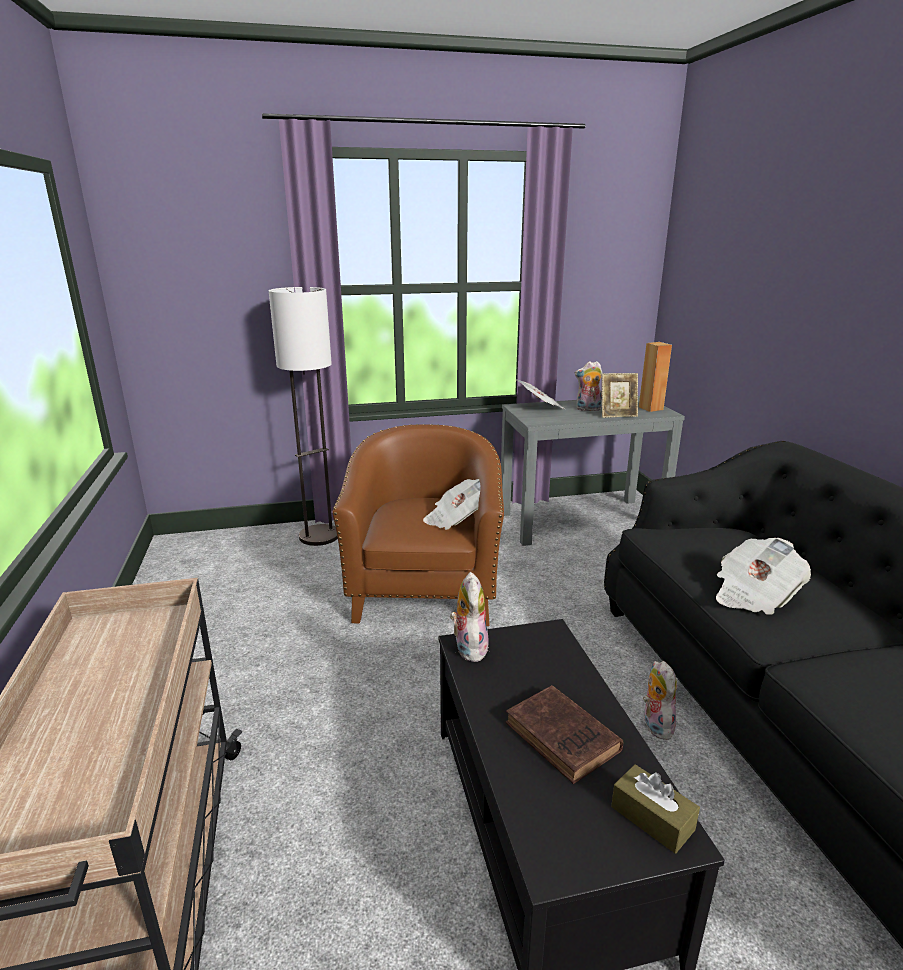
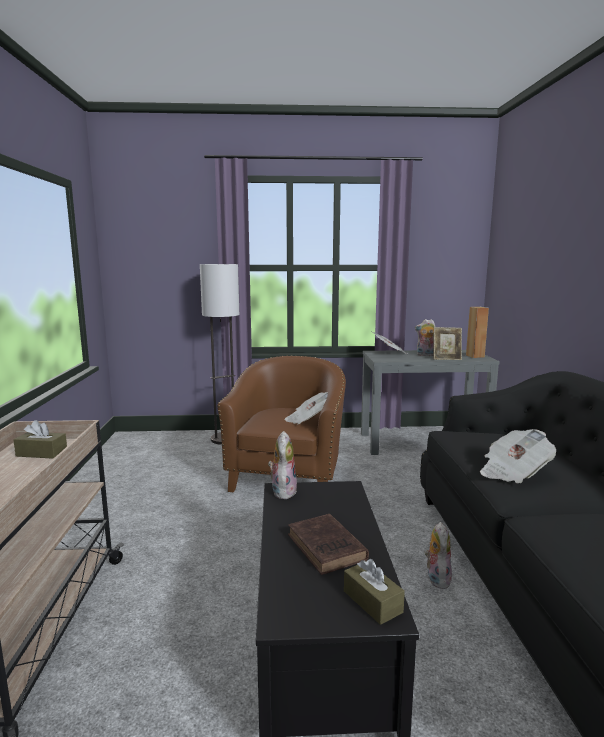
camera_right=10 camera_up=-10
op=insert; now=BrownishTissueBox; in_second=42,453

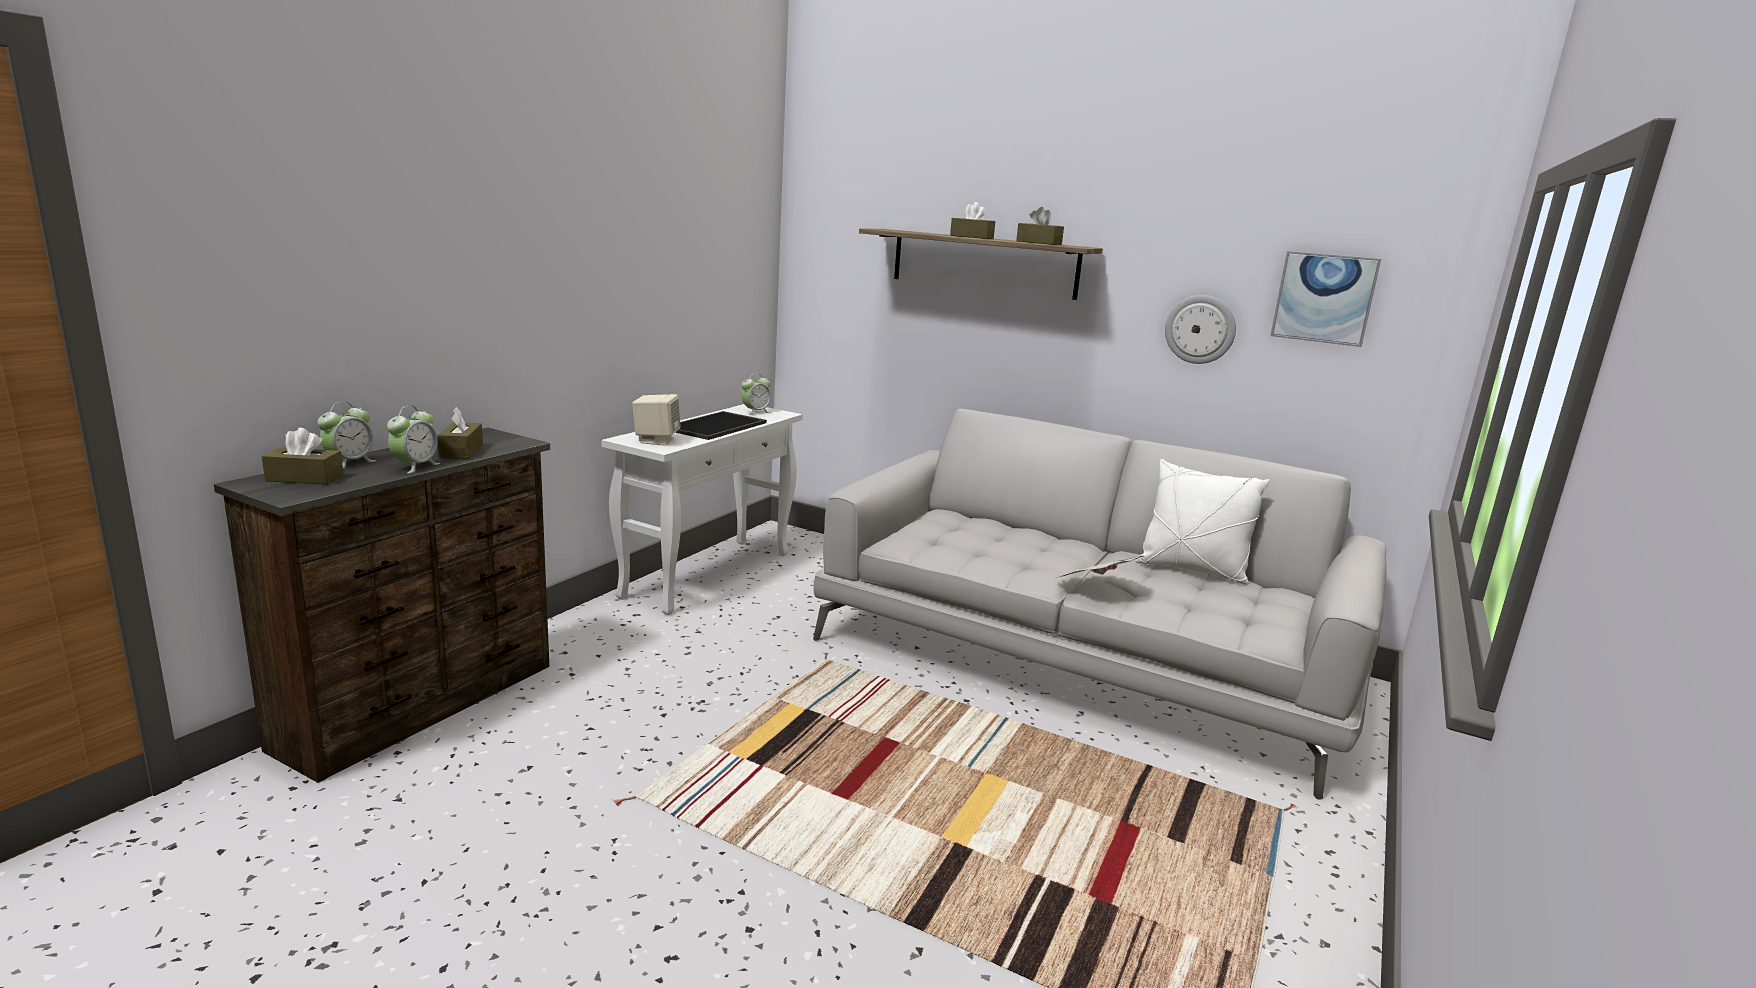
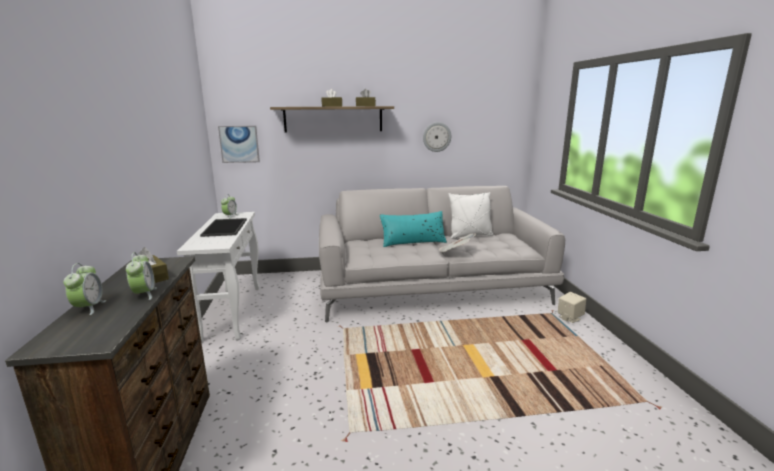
camera_right=-35 camera_up=0
op=move; was=Picture; in_first=1324,298; in_second=239,144
op=move; was=BeigeColouredLoudspeaker; in_first=656,440; in_second=569,318
op=delete; was=BrownishTissueBox; in_first=305,478
op=insert; now=TurquoiseThrowPillow; in_second=413,242

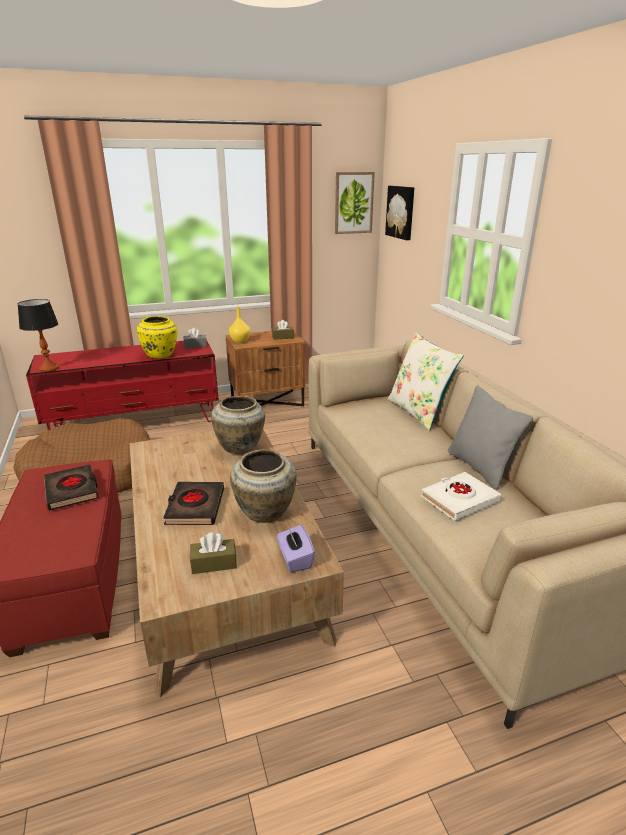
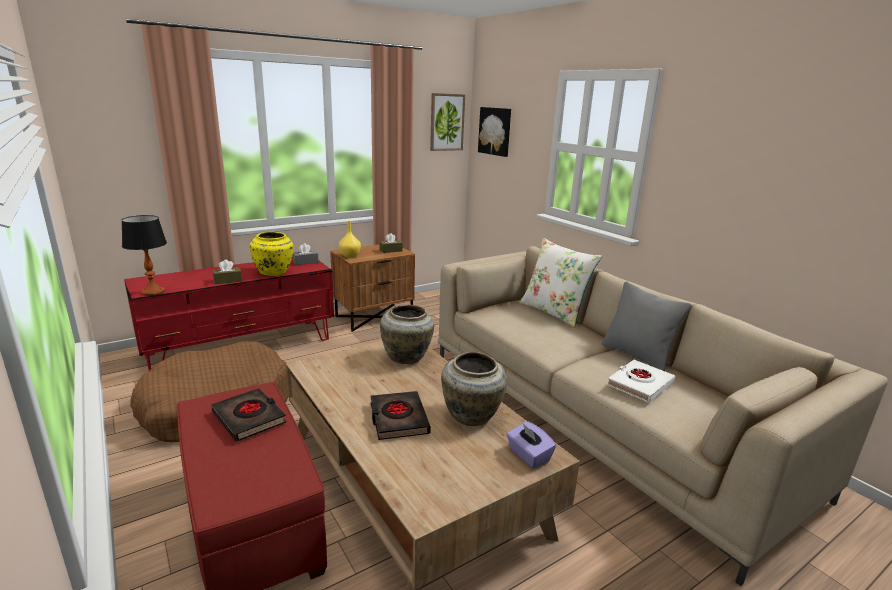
camera_right=-15 camera_up=-5
op=move; was=BrownishTissueBox; in_first=214,563; in_second=228,280

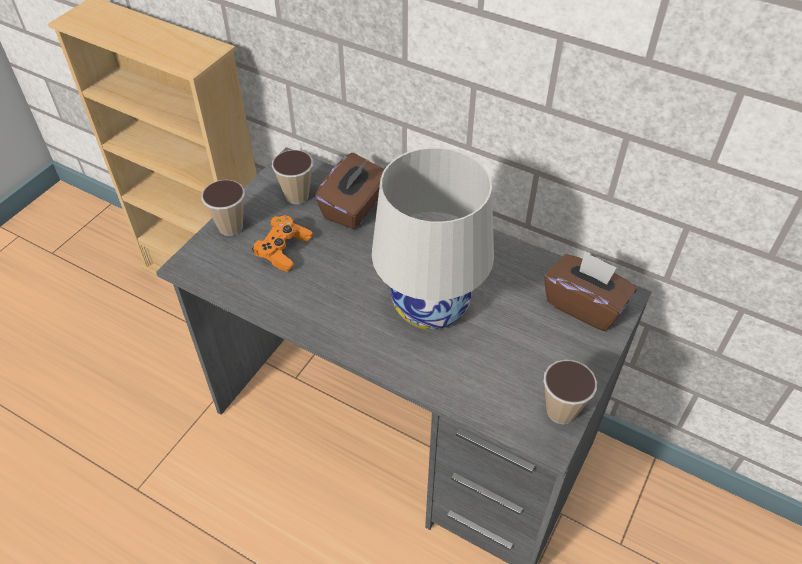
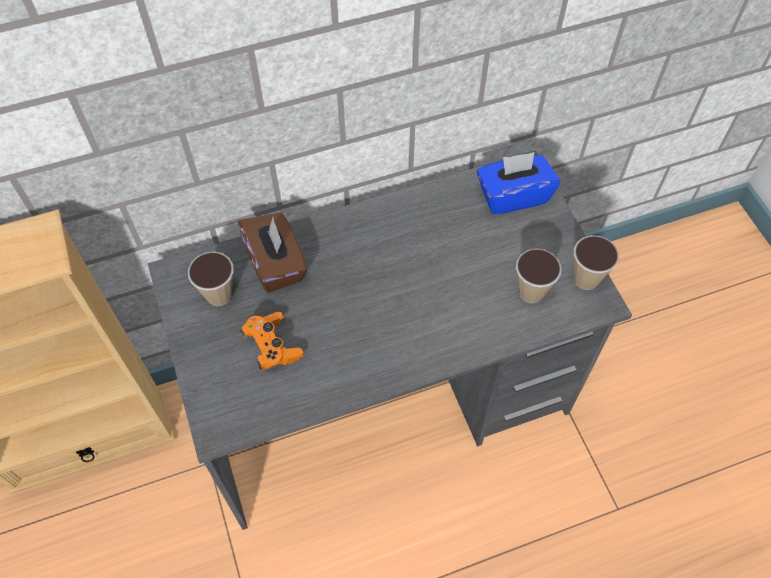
camera_right=-50 camera_up=10
op=delete; was=WhiteColouredLampForATable; in_first=430,307
op=move; was=DrinkingCup; in_first=230,227; in_second=531,292
op=recolor; was=BrownishTissueBox; now=BluishTissueBox; in_first=584,305; in_second=513,196

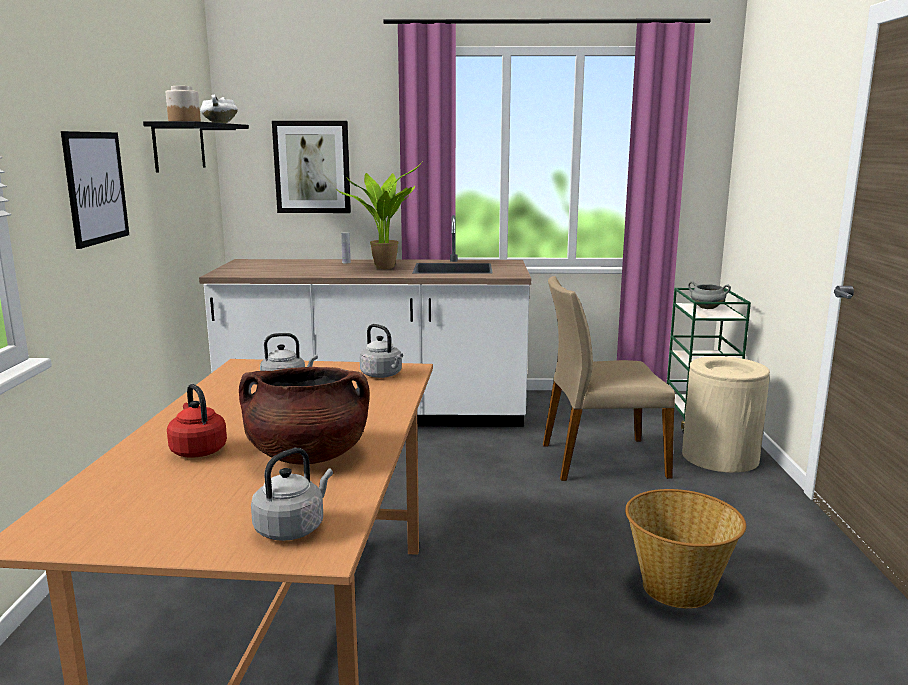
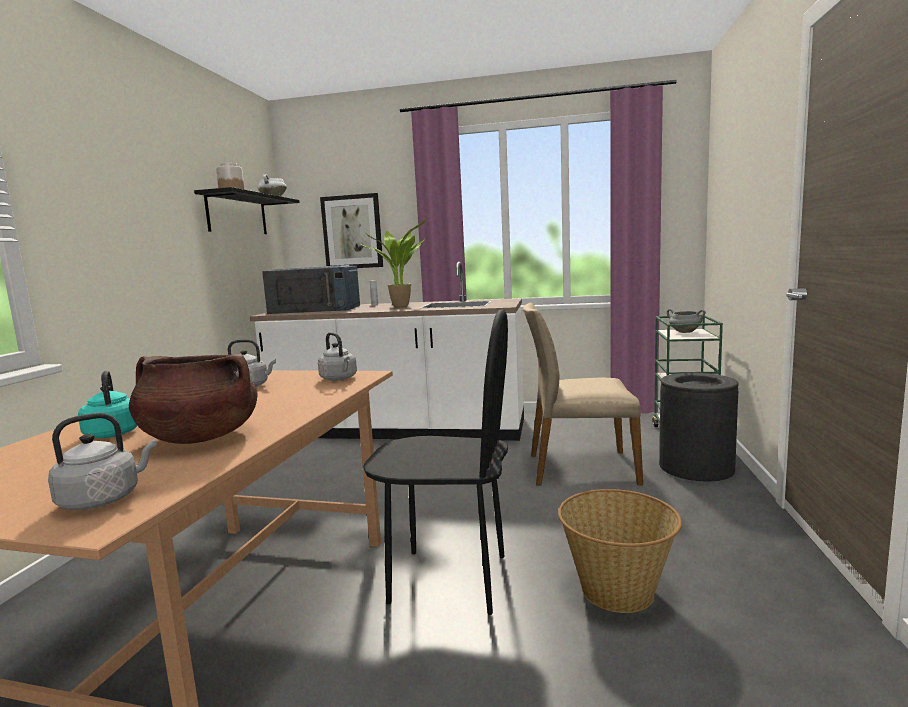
camera_right=10 camera_up=-5
op=delete; was=Picture; in_first=96,187
op=recolor; was=BeigeColouredRubbishBin; now=BlackColouredRubbishBin; in_first=719,456; in_second=695,467
op=recolor; was=ReddishTeaKettle; now=TurquoiseTeaKettle; in_first=197,450; in_second=113,433
op=insert; now=BluishMicrowave; in_second=316,309
op=insert; now=BlackColouredUprightChair; in_second=448,579

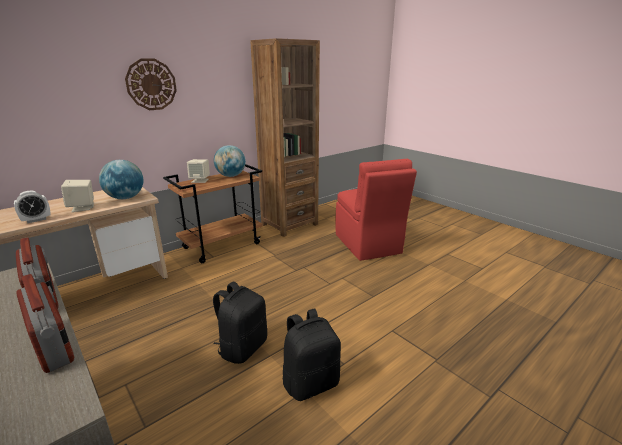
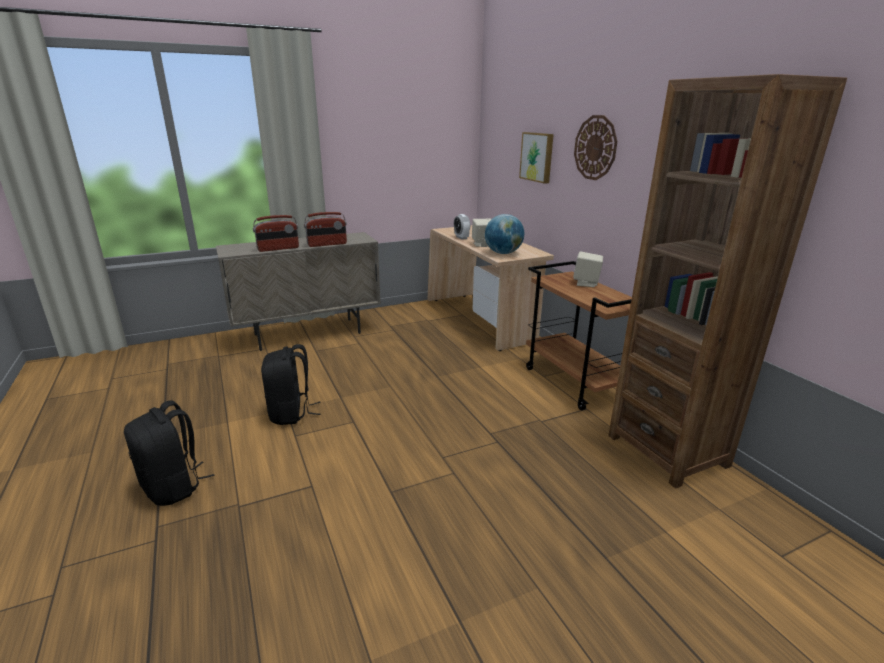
camera_right=105 camera_up=0
op=delete; was=DeskGlobe; in_first=231,176
op=delete; was=ReddishUprightChair; in_first=368,244
op=move; was=BlackColouredBackpack; in_first=242,347; in_second=173,487
op=insert; now=Picture; in_second=537,157

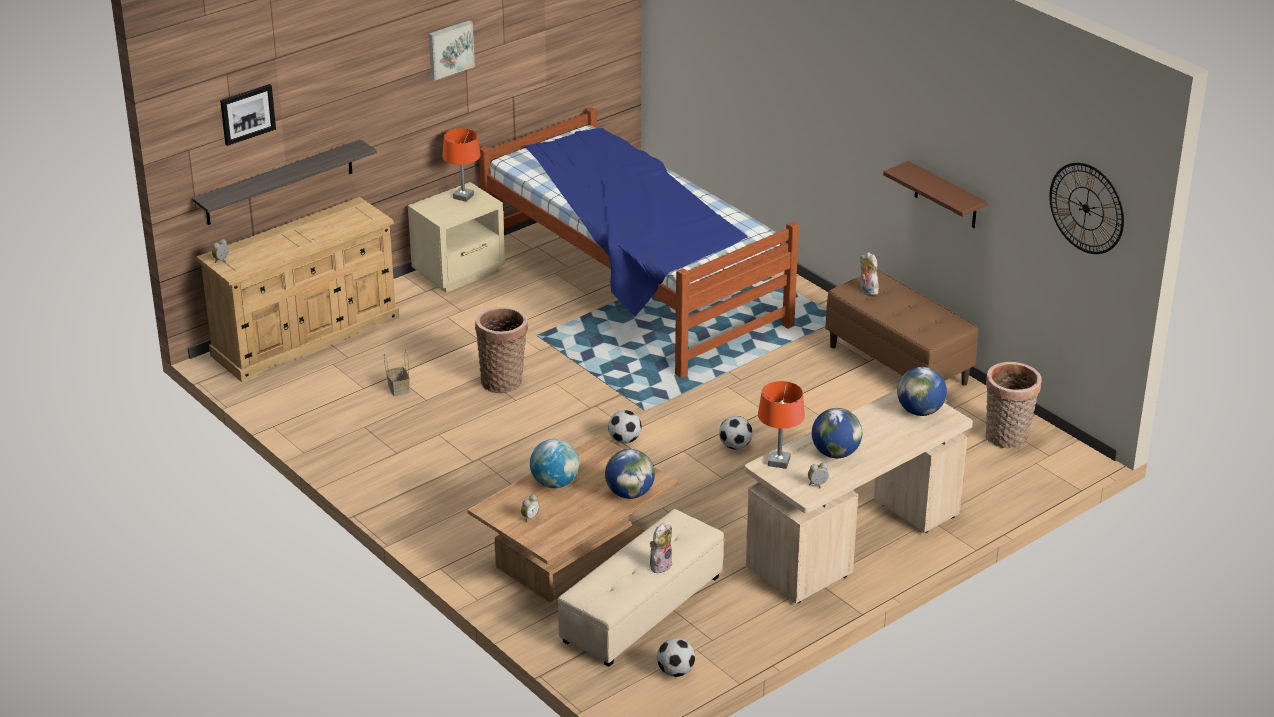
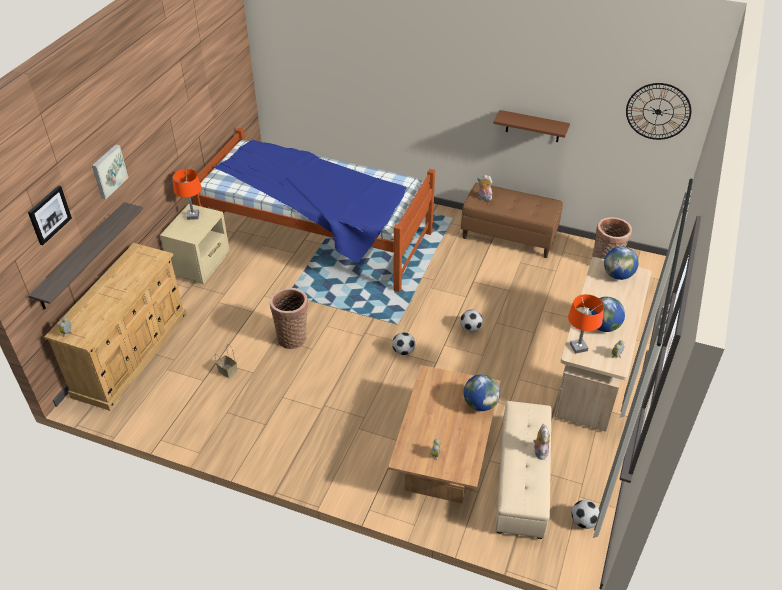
camera_right=-30 camera_up=10
op=move; was=Picture; in_first=450,49; in_second=108,171
op=delete; was=DeskGlobe; in_first=555,483

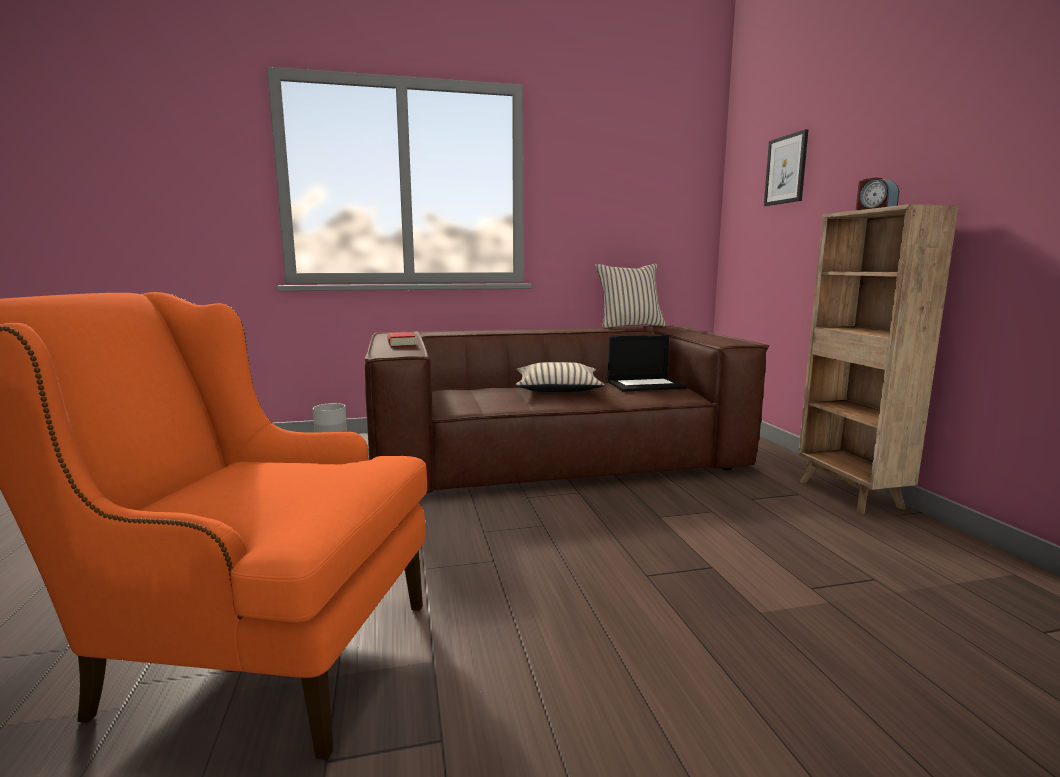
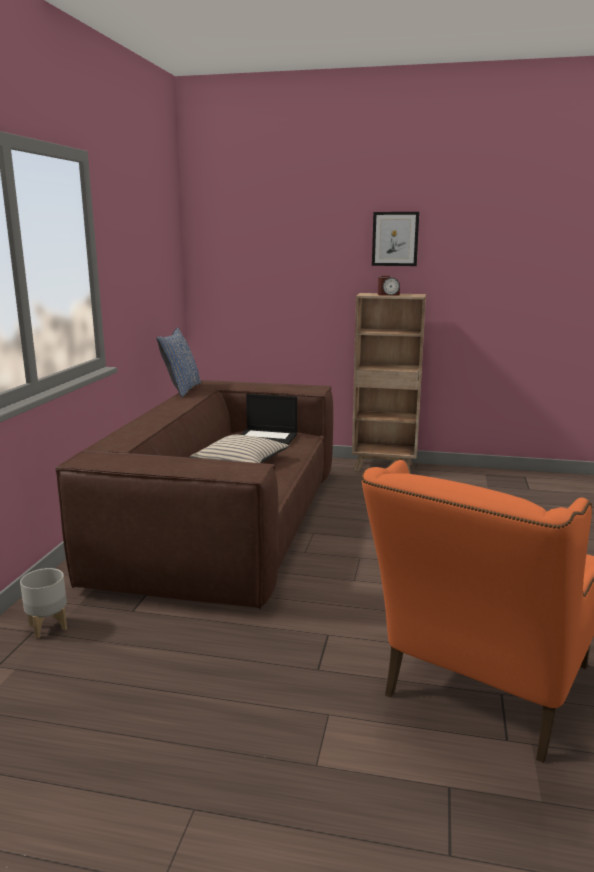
camera_right=-65 camera_up=5
op=move; was=Picture; in_first=786,170; in_second=395,239
op=recolor; was=BeigeColouredThrowPillow; now=BluishThrowPillow; in_first=629,326; in_second=181,390
op=delete; was=BoundBook; in_first=401,344
op=rotate; was=Laptop; in_first=646,385; in_second=267,437; clockwise=90

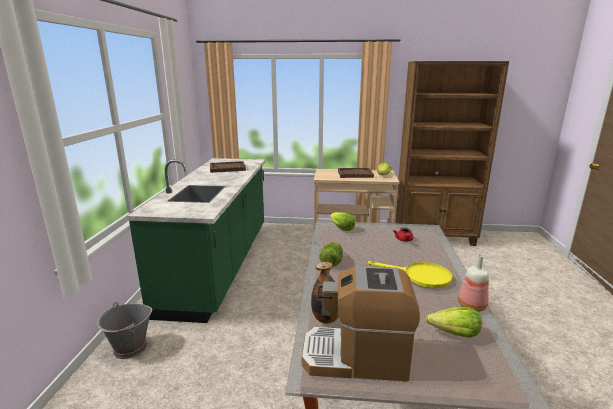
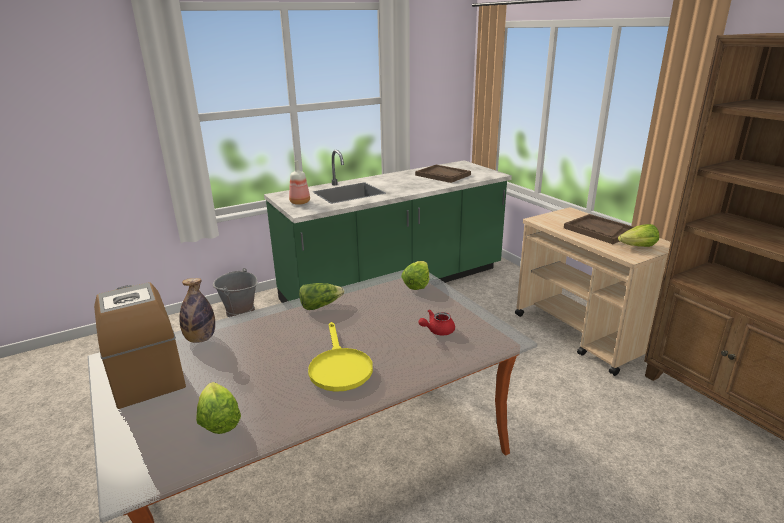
camera_right=55 camera_up=5
op=move; was=BeverageBottle; in_first=472,306; in_second=299,202

